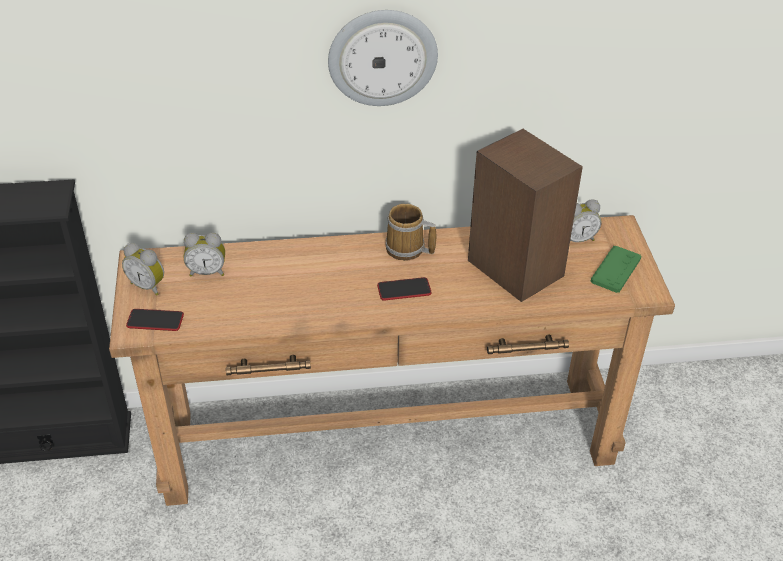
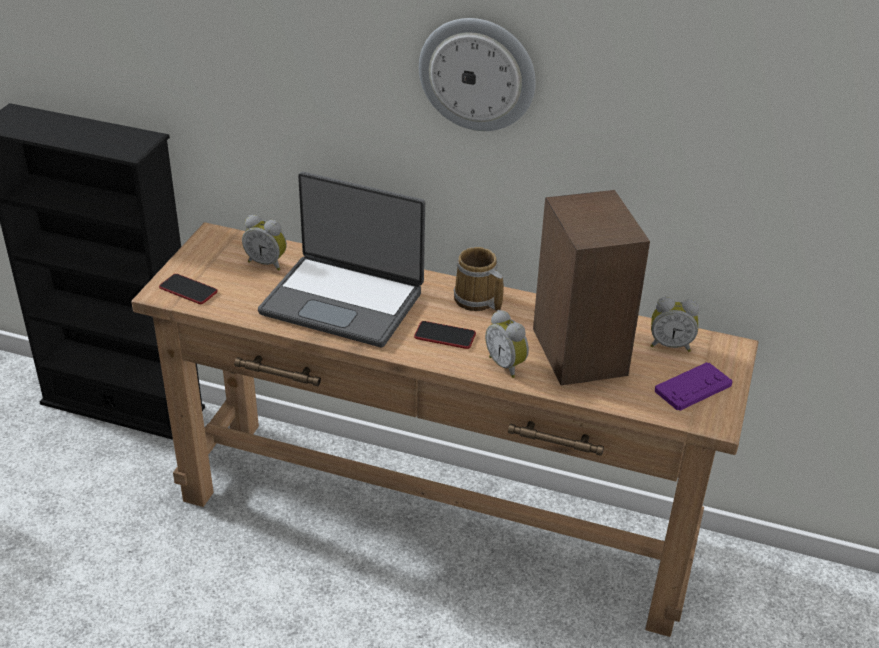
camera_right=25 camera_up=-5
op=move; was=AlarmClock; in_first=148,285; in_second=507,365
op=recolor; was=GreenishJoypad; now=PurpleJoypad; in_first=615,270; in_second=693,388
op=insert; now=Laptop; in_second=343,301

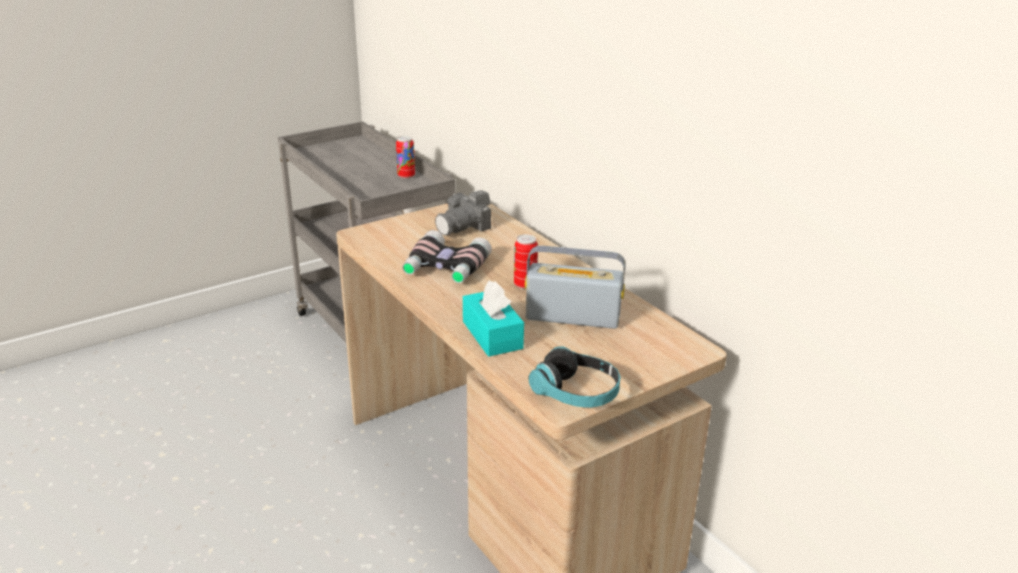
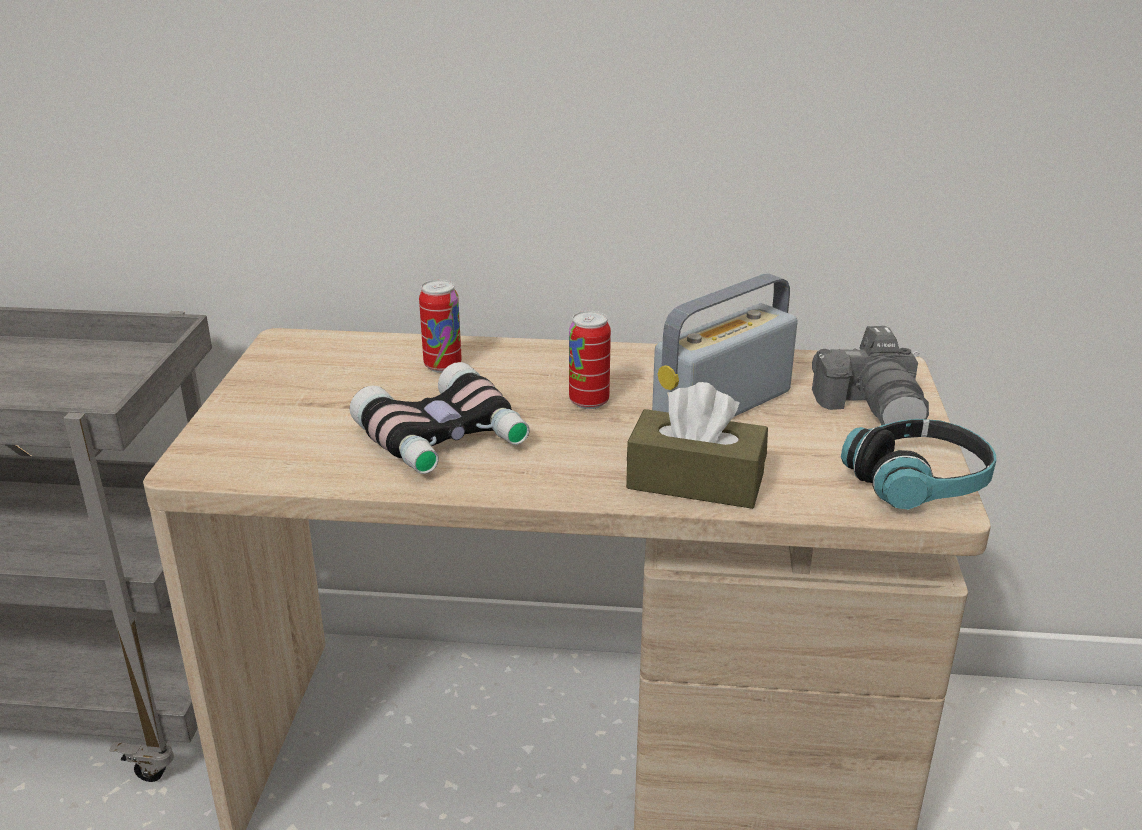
camera_right=-50 camera_up=0
op=move; was=Can; in_first=406,176; in_second=442,366
op=move; was=PhotoCamera; in_first=464,227; in_second=873,406
op=recolor; was=TurquoiseTissueBox; now=BrownishTissueBox; in_first=492,335; in_second=695,481

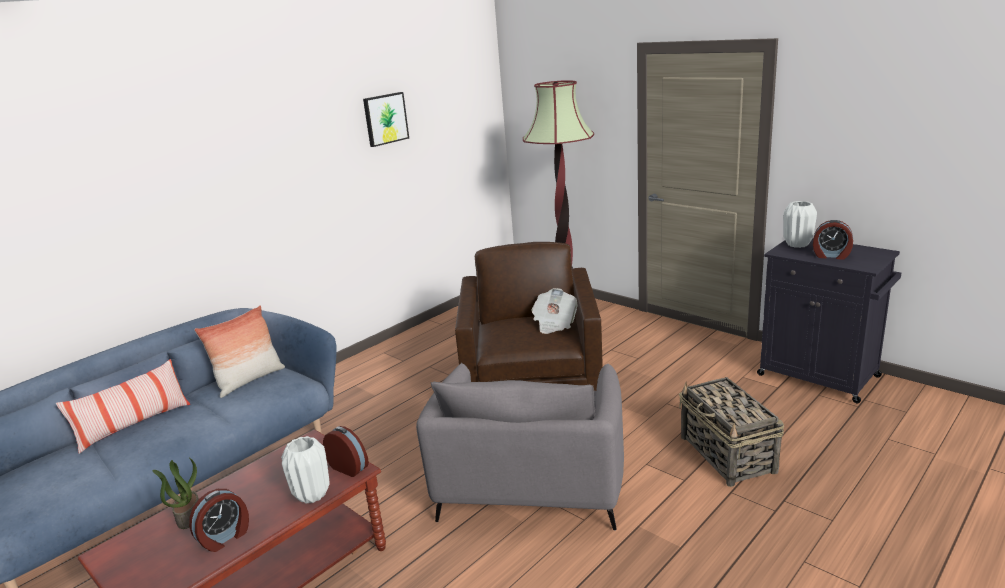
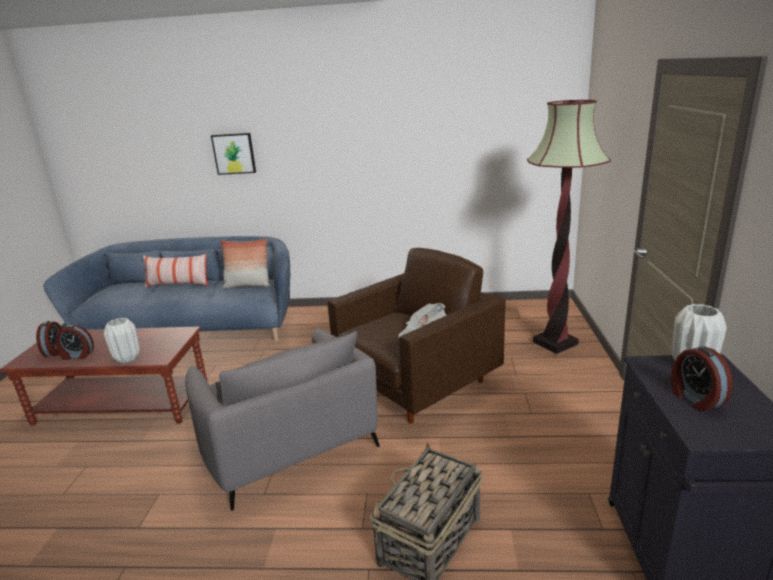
camera_right=50 camera_up=0
op=move; was=Picture; in_first=385,119; in_second=234,153
op=rotate; was=GreyishArmchair; in_first=530,484; in_second=288,446; clockwise=-90
op=move; was=AlarmClock; in_first=349,467; in_second=56,351
op=delete; was=Houseplant; in_first=189,516

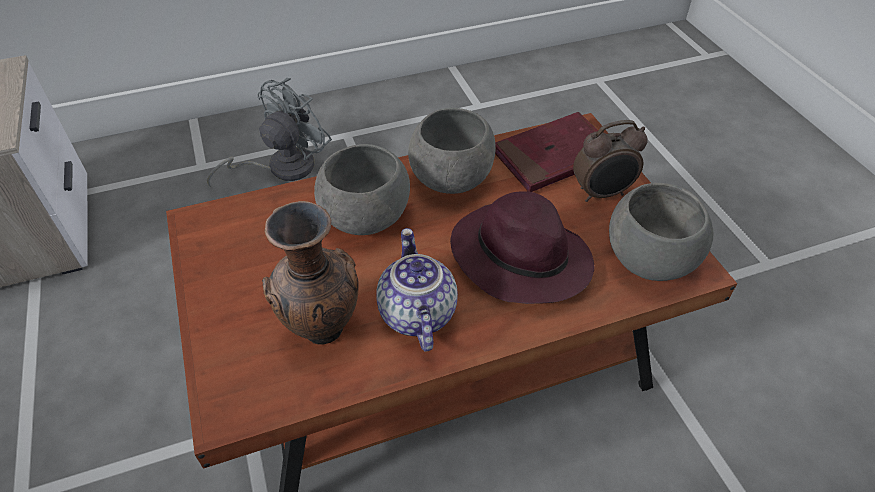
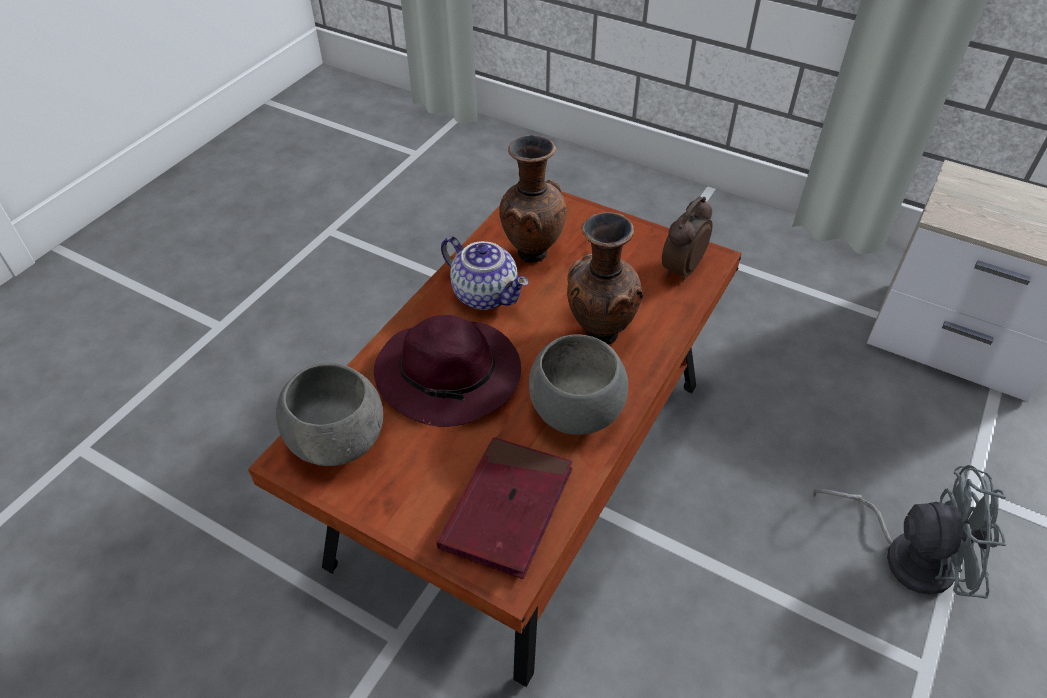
camera_right=140 camera_up=0
op=rotate; was=GreyishElectricFan; in_first=281,168; in_second=906,553; clockwise=-75
op=move; was=AlarmClock; in_first=602,194; in_second=680,269
op=replace; was=GreyishBowl; now=BrownishVase; in_first=367,219; in_second=599,333

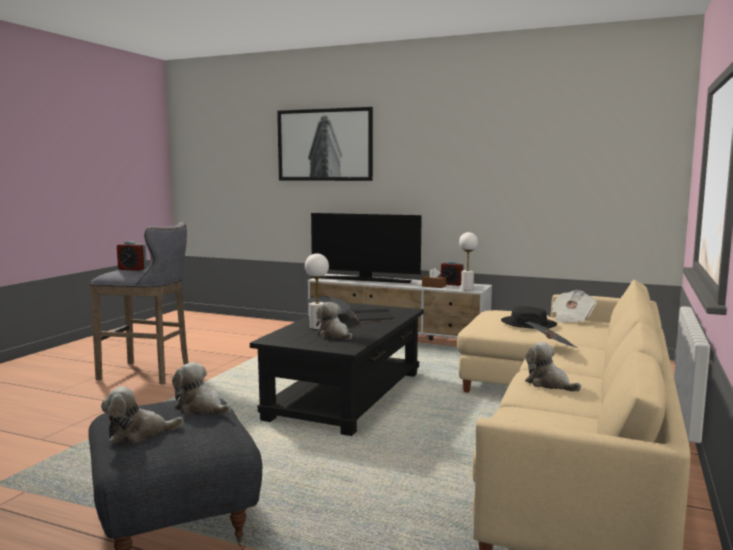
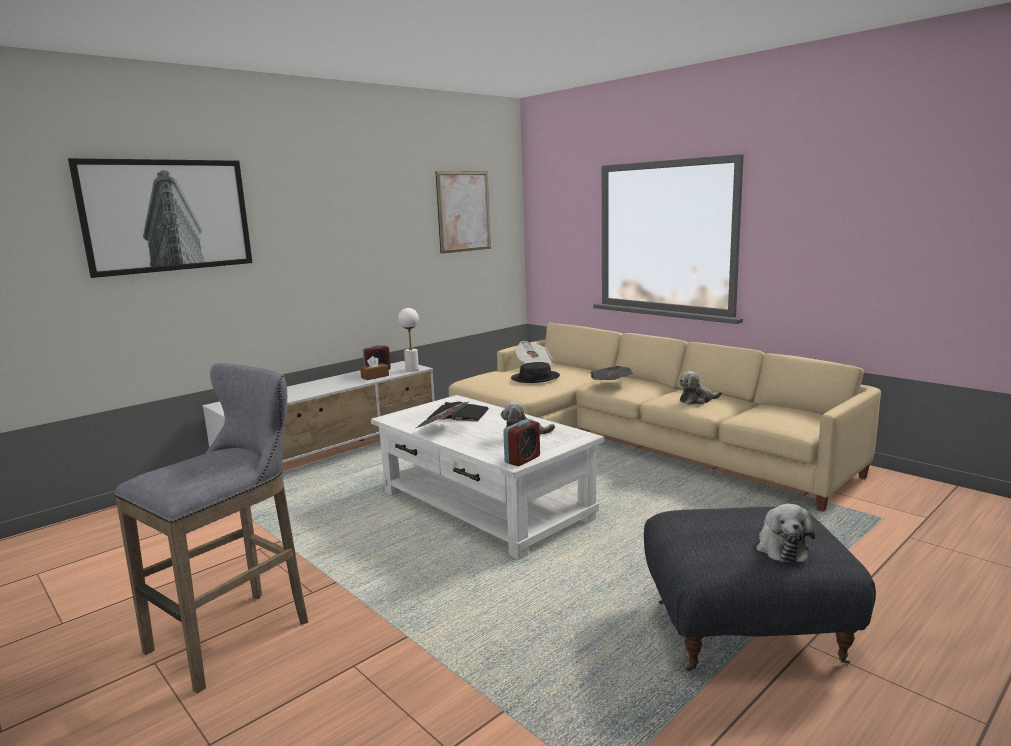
camera_right=-65 camera_up=5
op=delete; was=TvSet; in_first=366,280
op=move; was=AlarmClock; in_first=132,269; in_second=522,459
op=delete; was=WhiteColouredLampForATable; in_first=317,327
op=recolor; was=BlackColouredLowTable; now=WhiteColouredLowTable; in_first=346,395; in_second=485,505
op=delete; was=SoftToy; in_first=201,408
op=insert; now=Picture; in_second=464,211

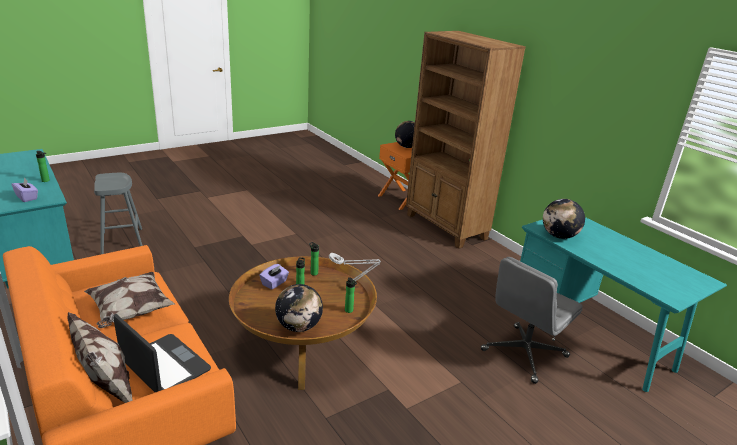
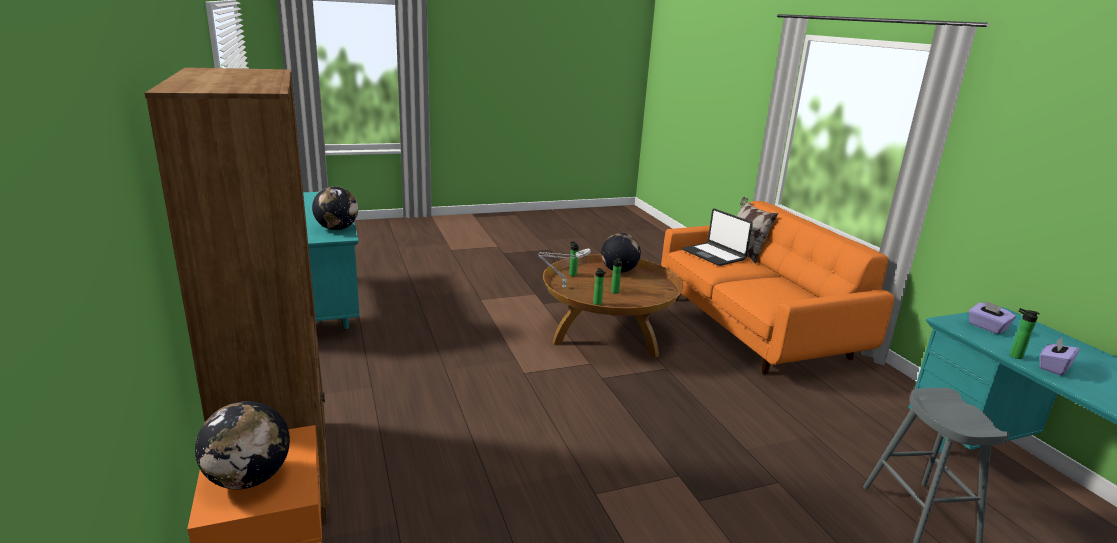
camera_right=-165 camera_up=-5
op=delete; was=GreyishOfficeChair; in_first=524,354
op=move; was=PurpleTissueBox; in_first=274,283; in_second=1053,367
op=delete; was=ThrowPillow; in_first=130,312

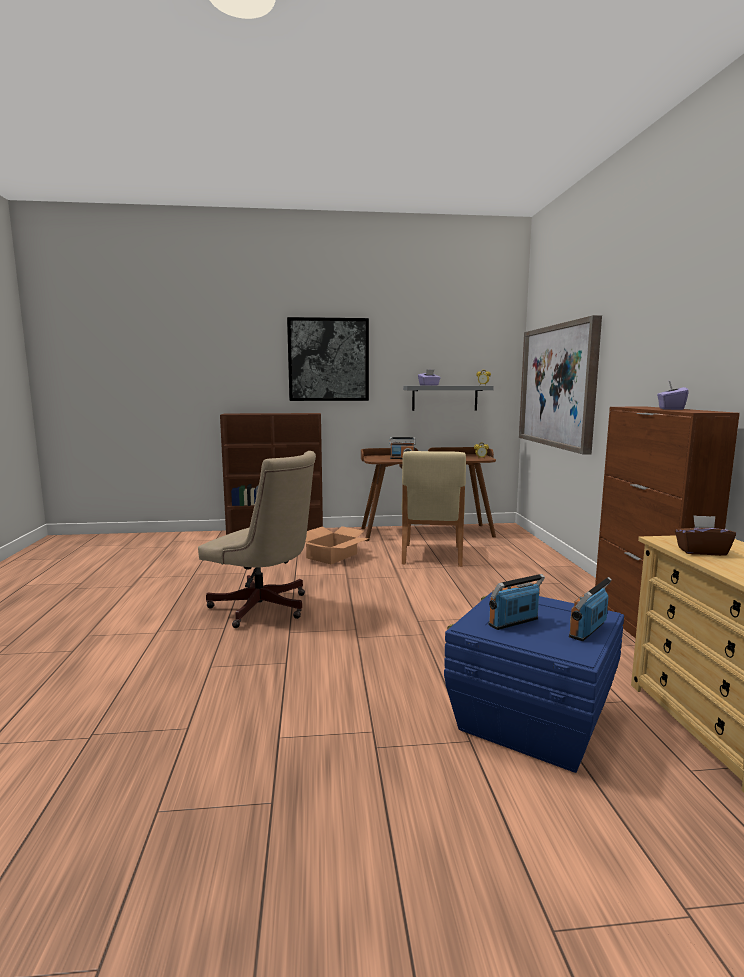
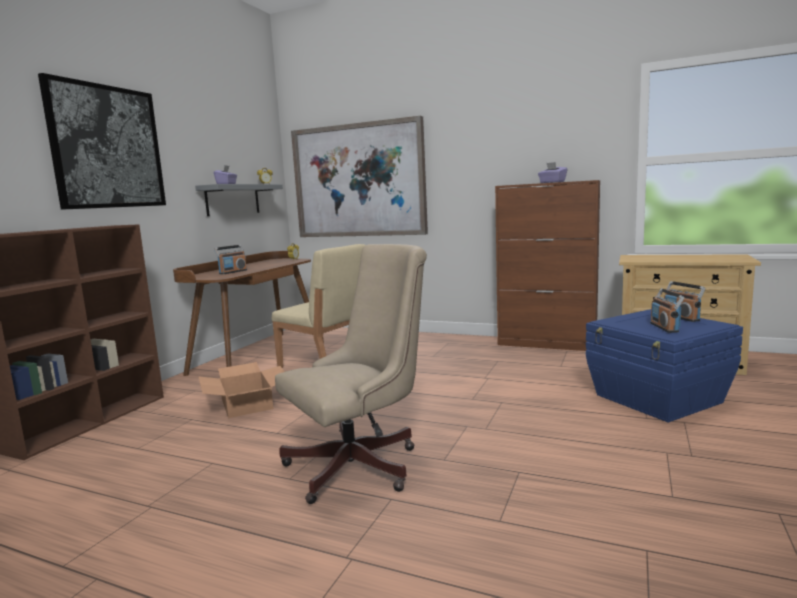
camera_right=-60 camera_up=0
op=delete; was=BrownishTissueBox; in_first=701,551

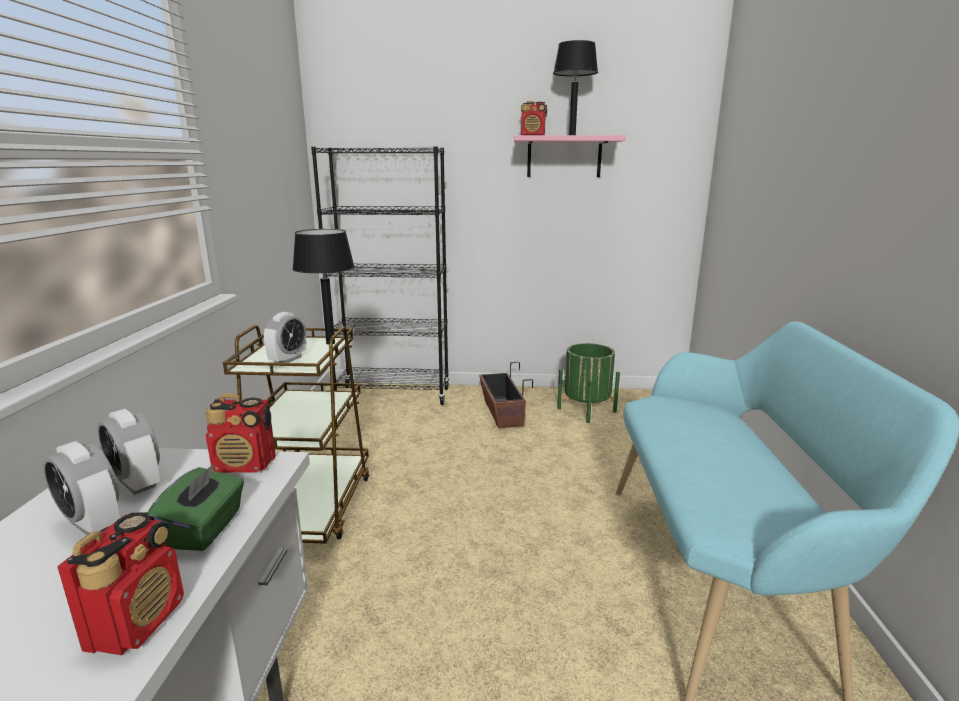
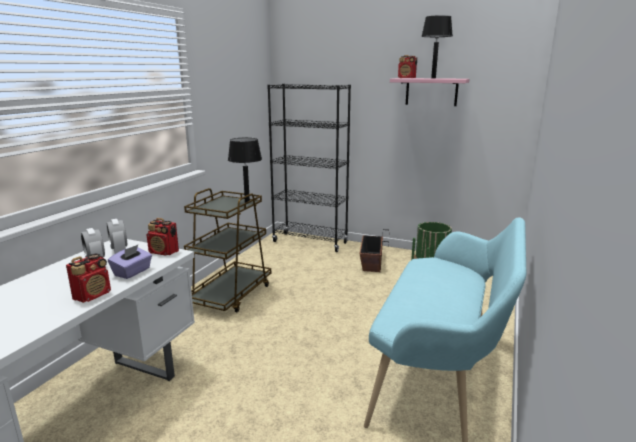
camera_right=20 camera_up=0
op=delete; was=AlarmClock; in_first=288,359
op=recolor; was=GreenishTissueBox; now=PurpleTissueBox; in_first=204,529; in_second=132,272

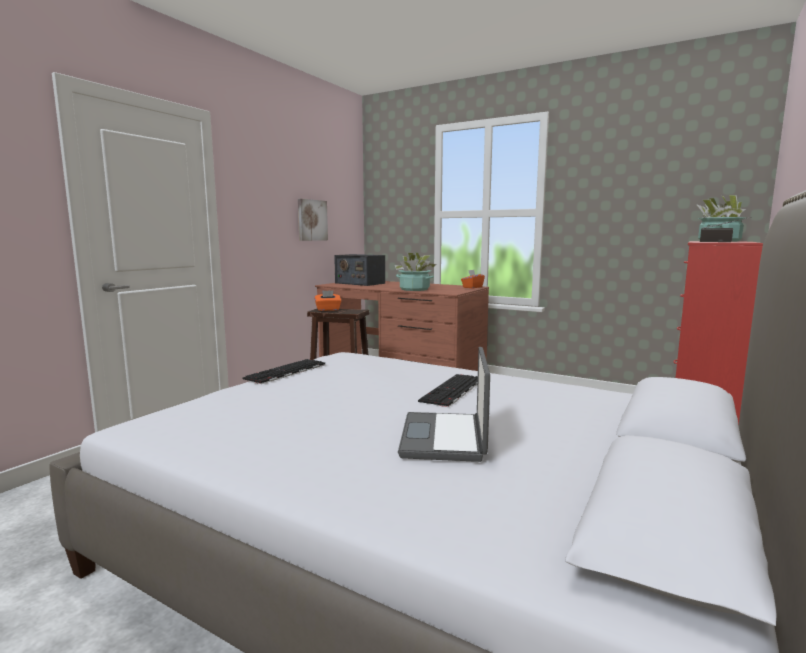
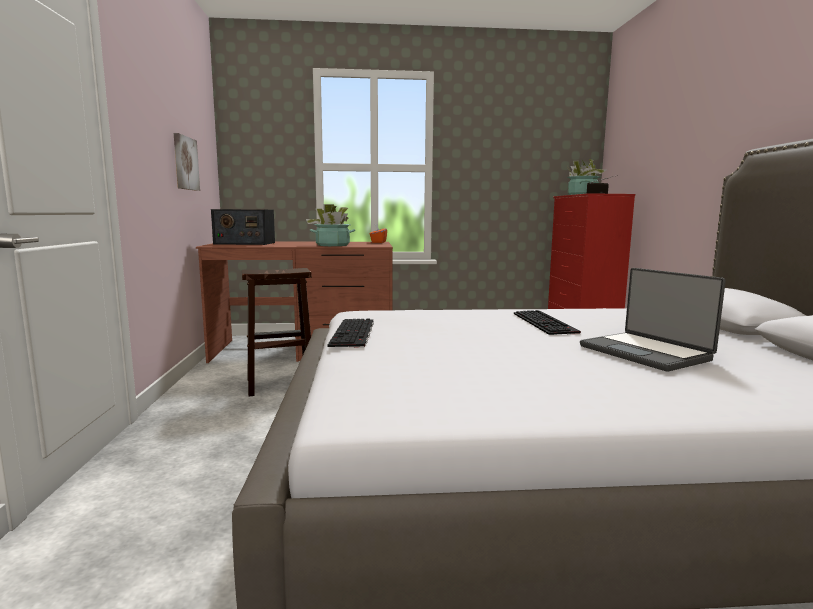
camera_right=-35 camera_up=0
op=delete; was=OrangeColouredTissueBox; in_first=328,309

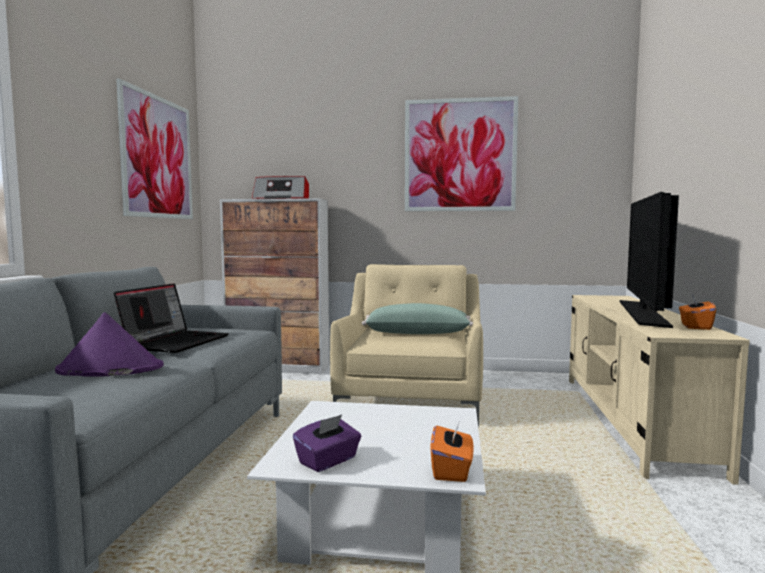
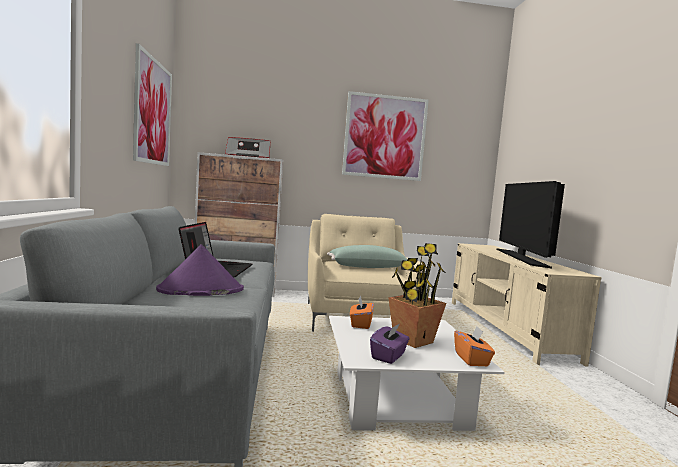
camera_right=-15 camera_up=0
op=move; was=OrangeColouredTissueBox; in_first=695,326; in_second=360,324
op=insert; now=Houseplant; in_second=412,341

